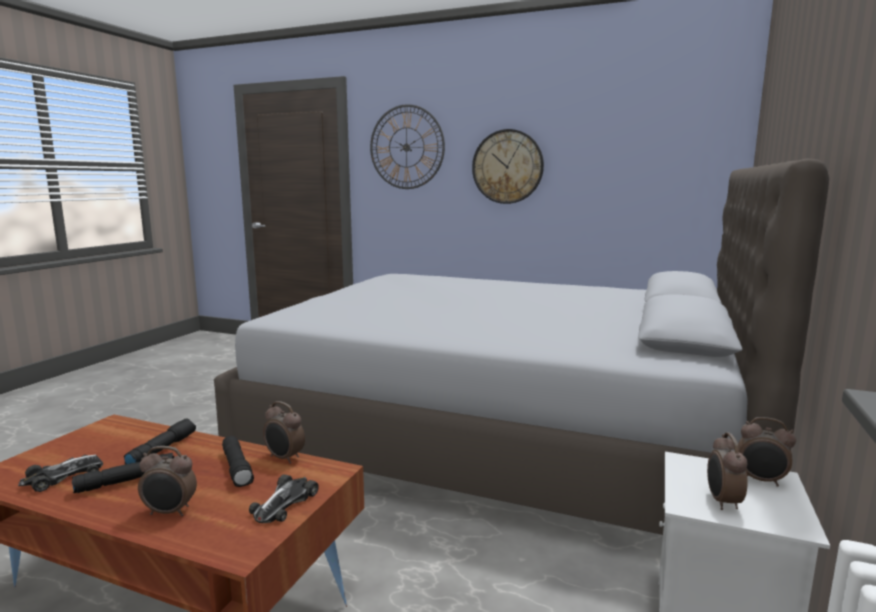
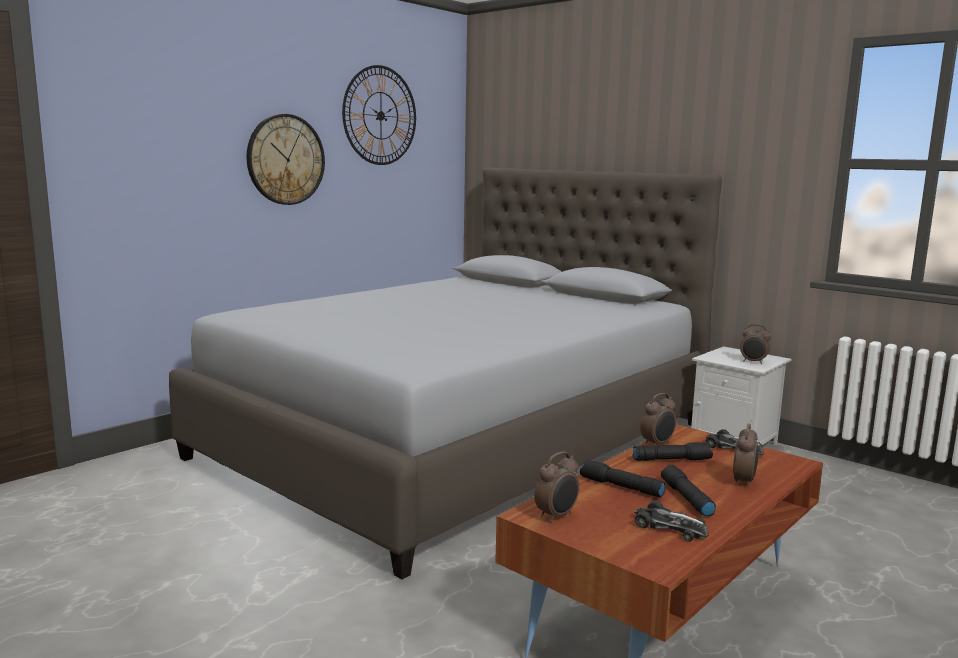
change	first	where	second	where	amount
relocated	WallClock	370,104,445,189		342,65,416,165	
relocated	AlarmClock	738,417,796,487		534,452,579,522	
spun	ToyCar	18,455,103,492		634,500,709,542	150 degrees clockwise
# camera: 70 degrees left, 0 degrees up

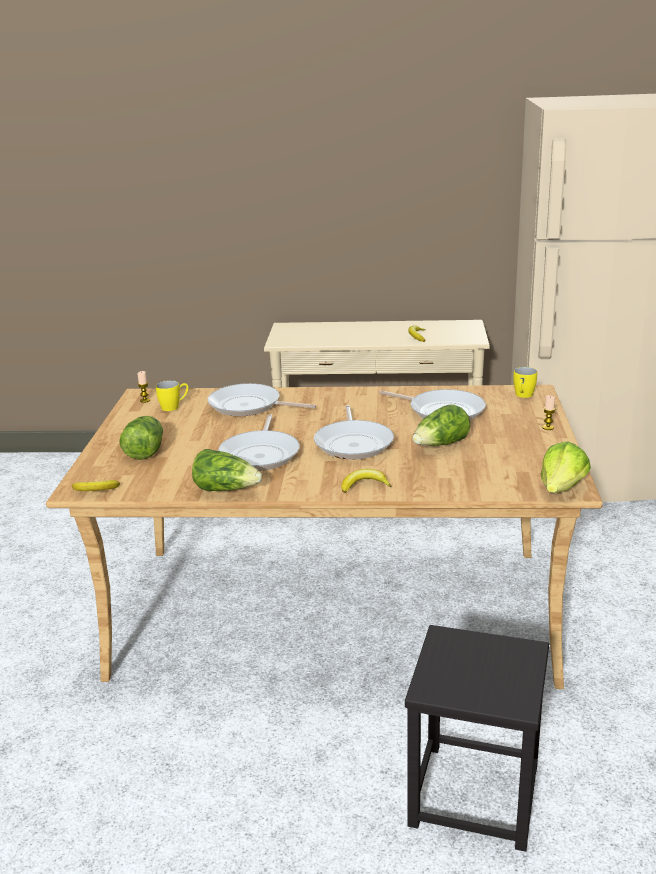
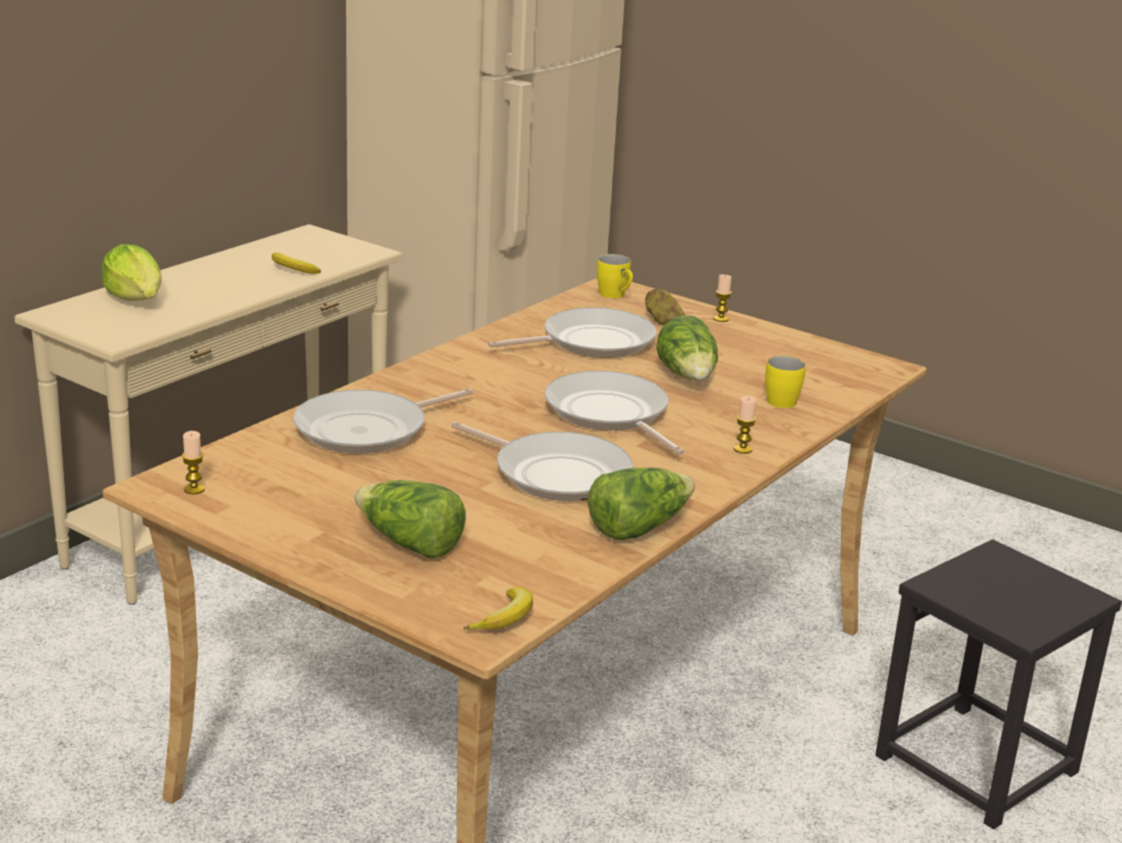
change	first	where	second	where	amount
relocated	YellowMug	156,380,188,411		765,355,806,408	
spun	FryingPan	314,405,394,459		545,371,685,455	150 degrees counterclockwise
relocated	Lettuce	541,441,591,493		102,244,162,301	
exchanged	Banana	341,469,391,493	Candle	734,395,756,454	
appeared			Potato	645,288,685,325	
# camera: 60 degrees left, 0 degrees up

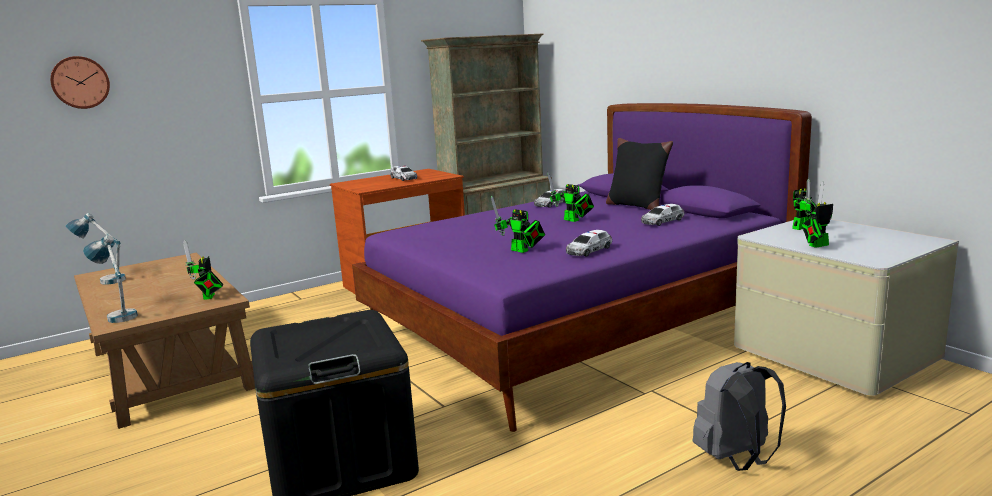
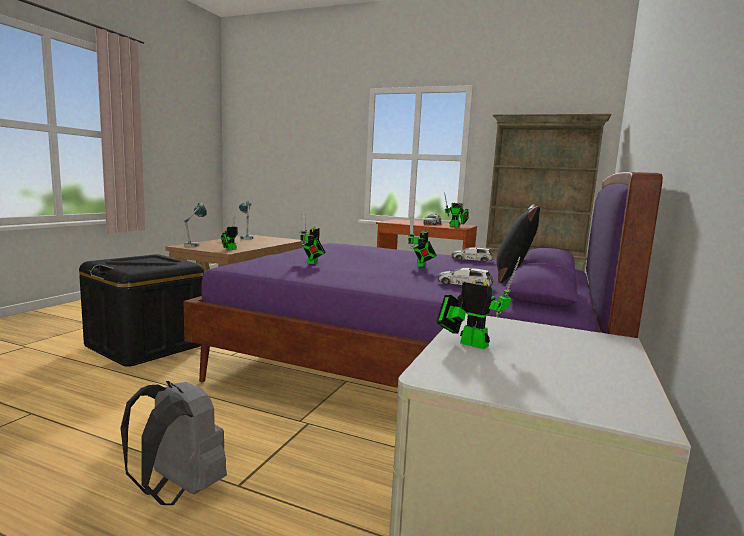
change	first	where	second	where	amount
missing	WallClock	50,56,110,109			
relocated	ToyRobot	792,178,816,230		444,193,469,227	
missing	ToyCar	566,230,612,256			
# camera: 55 degrees right, 5 degrees down

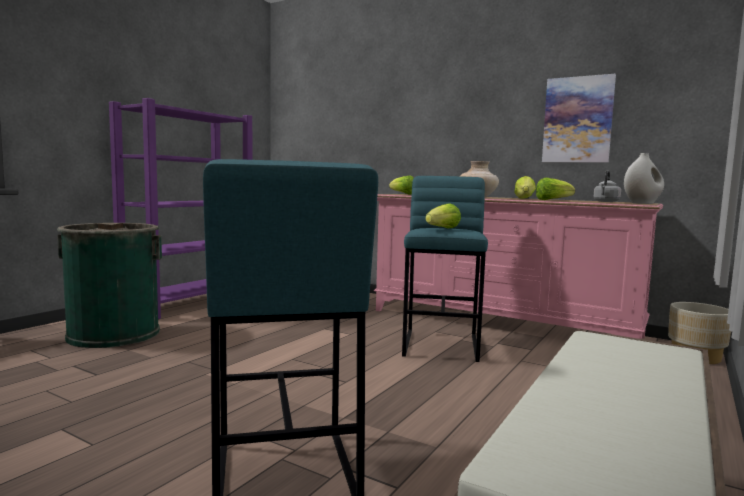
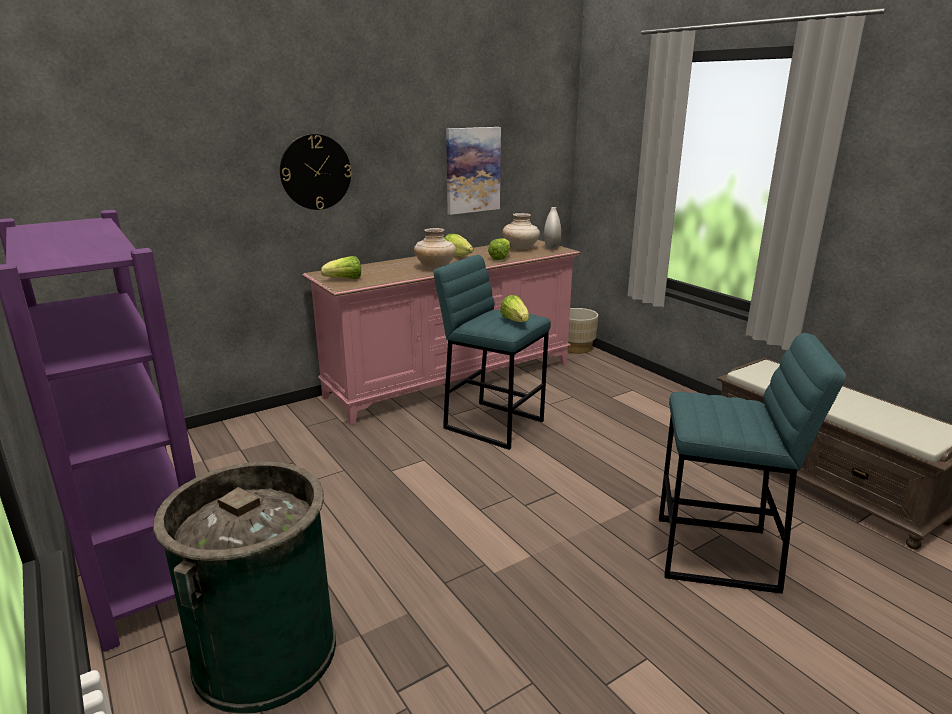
change	first	where	second	where	amount
exchanged	GreyKettle	594,171,621,202	BeigeVase	502,213,540,250	
appeared			WallClock	280,134,352,210	
# camera: 65 degrees left, 15 degrees up

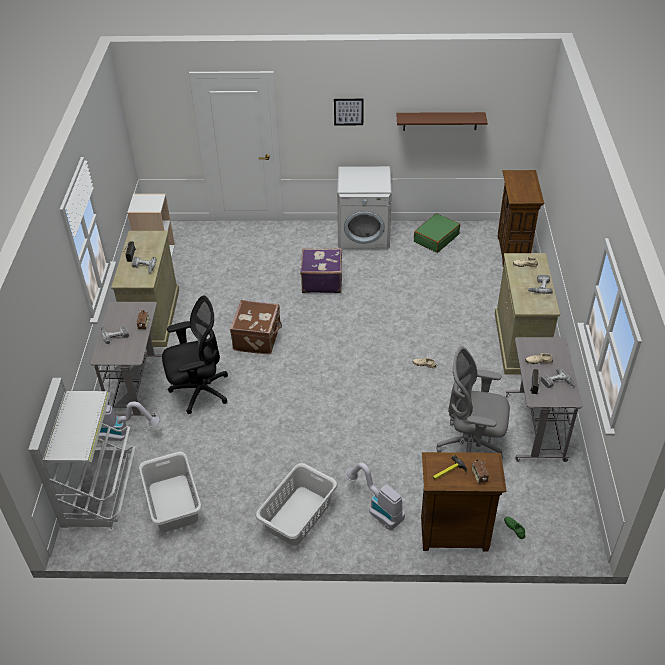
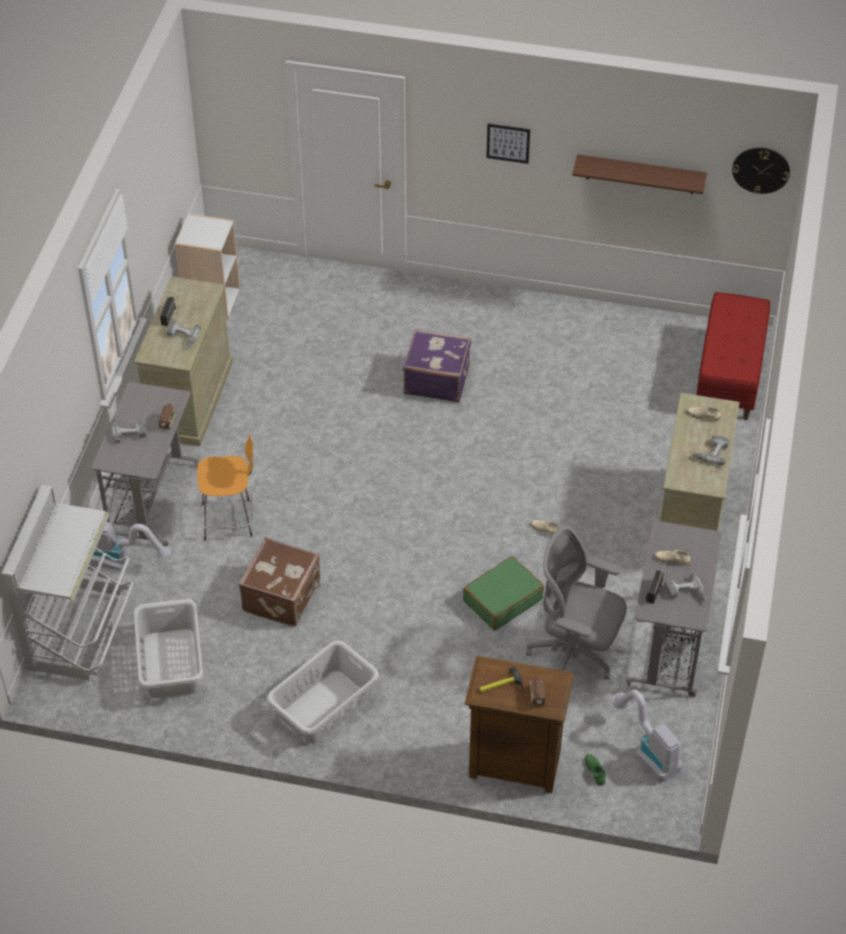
change	first	where	second	where	amount
missing	WhiteWashingMachine	337,166,392,249			
exchanged	BrownCabinet	498,170,544,267	RedBench	696,292,770,420	
relocated	GreenSuitcase	414,213,460,253		463,556,544,631	
exchanged	BlackOfficeChair	162,296,228,414	OrangeStool	197,433,253,541	
relocated	BrownSuitcase	230,300,282,354		239,537,321,626	
relocated	VacuumCleaner	345,462,405,530		613,689,682,782	
appeared			WallClock	732,148,790,194	
# camera: 10 degrees right, 5 degrees up

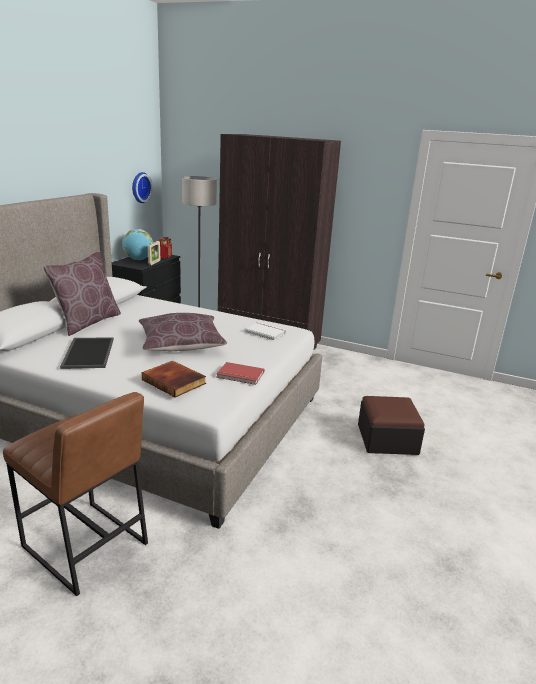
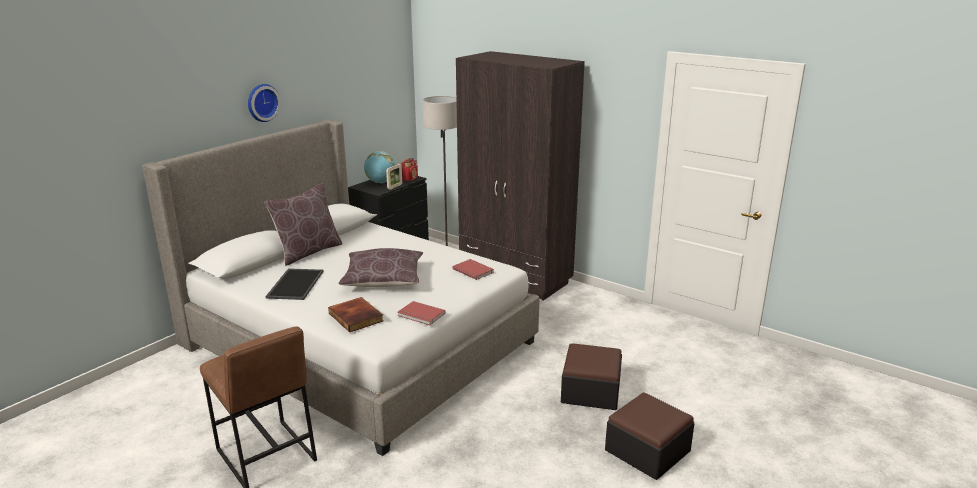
change	first	where	second	where	amount
relocated	WallClock	132,172,153,203		248,84,281,122	
colour	WhiteBook	245,322,286,340	RedBook	453,259,494,280	
appeared			Ottoman	605,392,694,480	
# camera: 15 degrees right, 0 degrees up

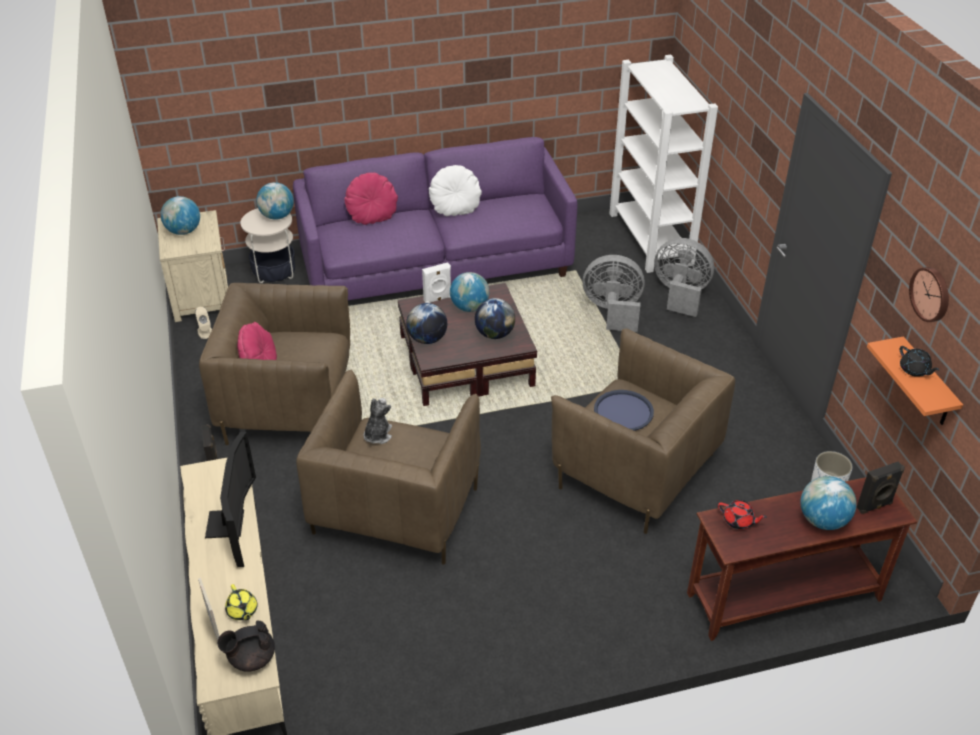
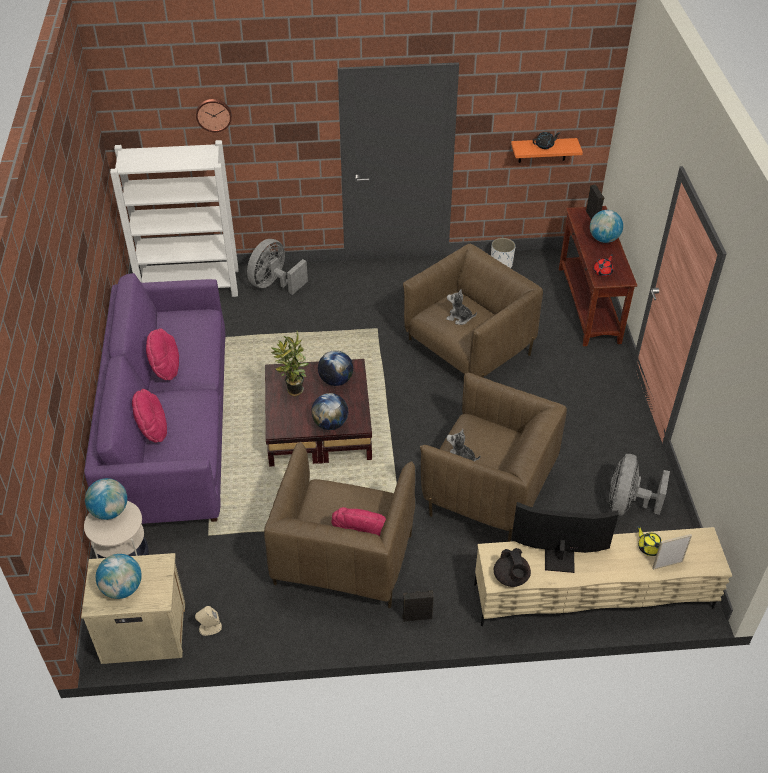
change	first	where	second	where	amount
colour	WhitePillow	429,165,482,216	PinkPillow	146,328,179,380	
relocated	GreyFan	583,255,645,332		609,454,670,516	
missing	WhiteSpeaker	422,262,451,303			
relocated	WallClock	909,267,949,322		196,99,232,132	
exchanged	Globe	450,272,489,312	PottedPlant	271,331,309,396	
exchanged	BlueTray	594,390,654,431	PlushToy	446,289,477,325	
spun	YellowTeapot	225,584,257,620		637,526,662,556	105 degrees counterclockwise
relocated	BlackTeapot	217,621,275,672		494,548,531,587	
# camera: 80 degrees left, 5 degrees up

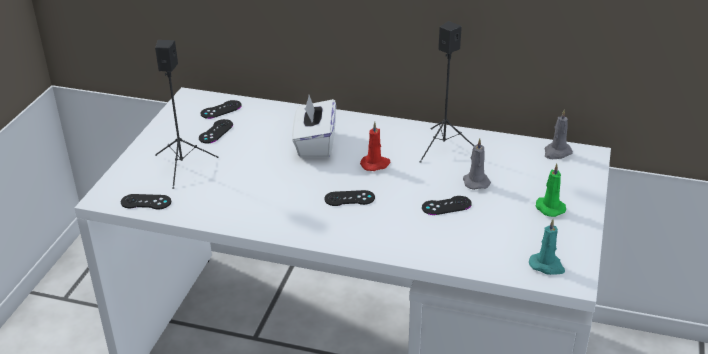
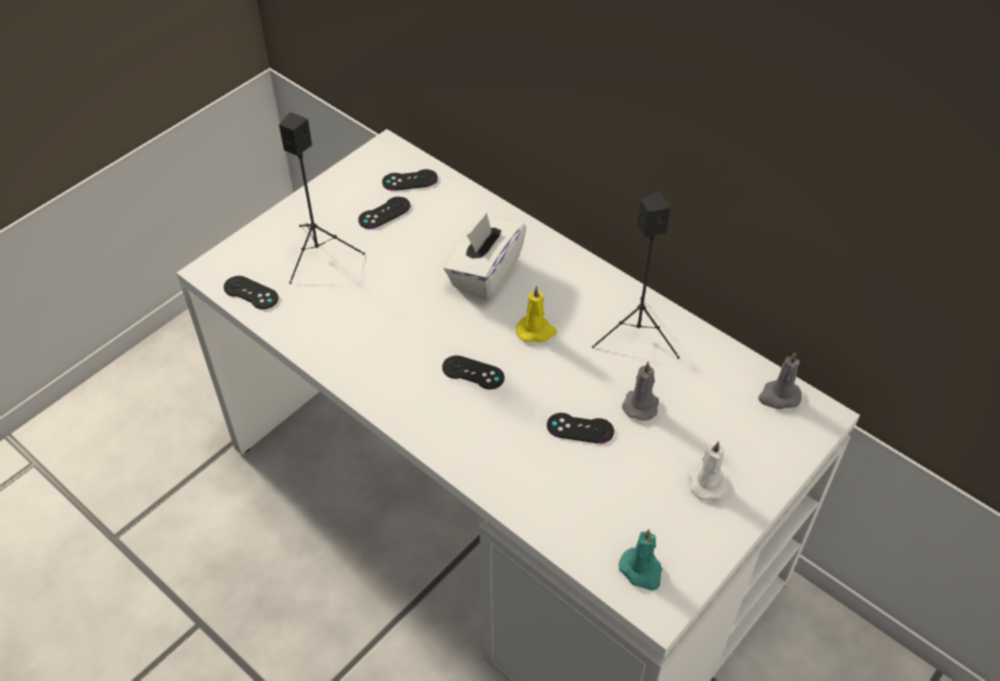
change	first	where	second	where	amount
colour	RedCandle	360,122,391,171	YellowCandle	516,286,557,342	
colour	GreenCandle	536,164,566,217	WhiteCandle	689,441,728,500	
# camera: 25 degrees right, 15 degrees up

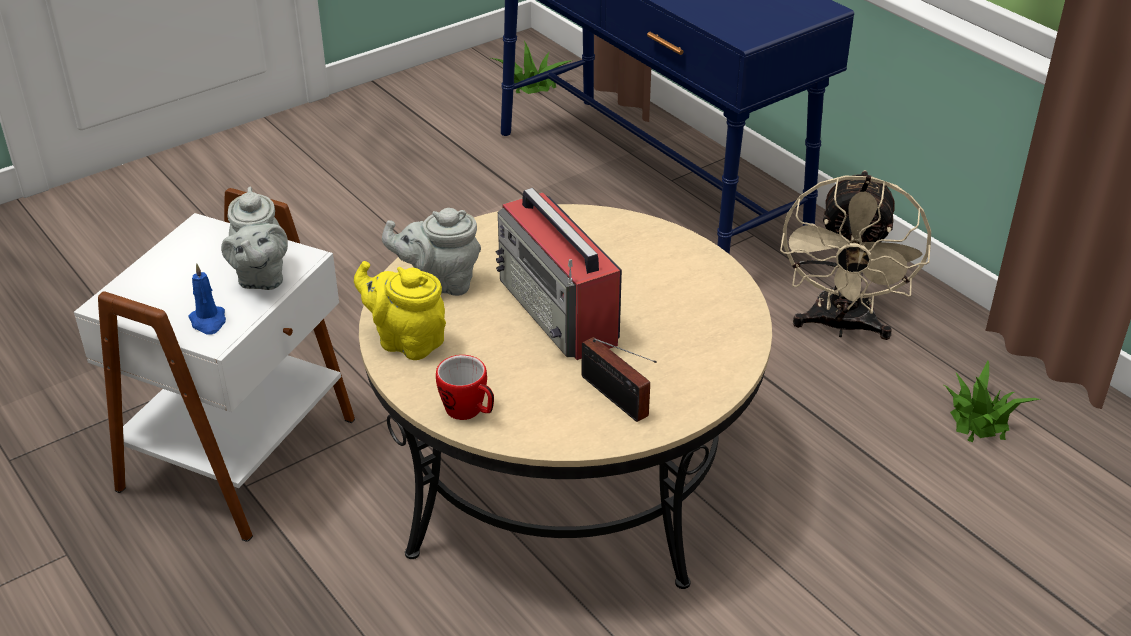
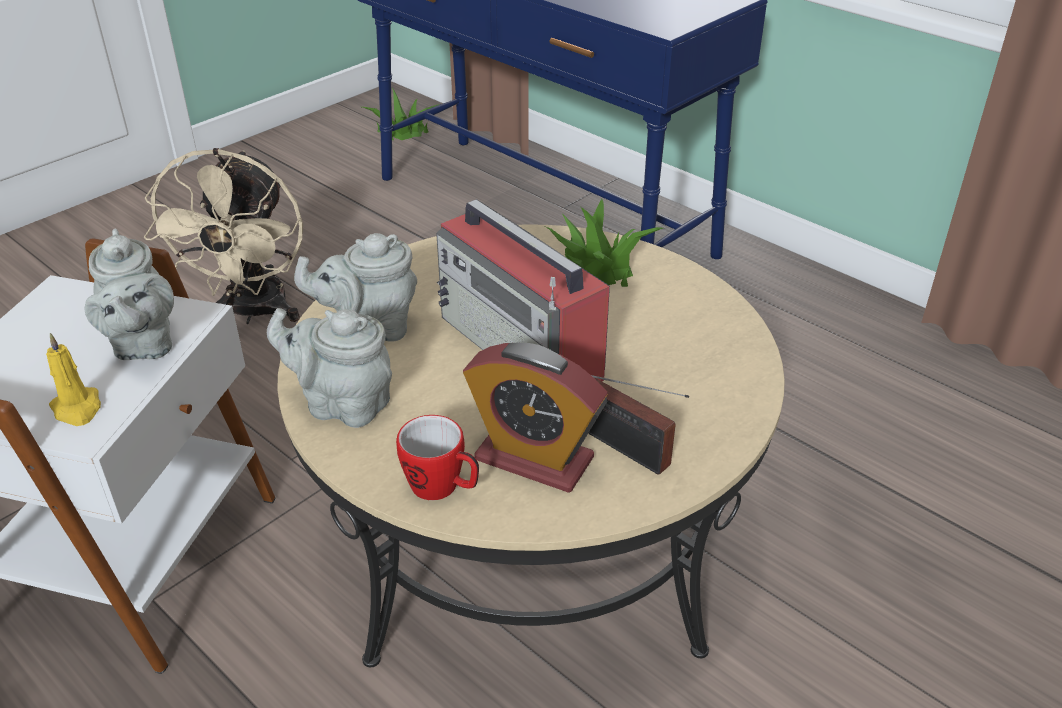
change	first	where	second	where	amount
relocated	BeigeFan	780,170,931,340		144,148,303,324	
colour	YellowTeapot	354,261,446,360	GreyTeapot	267,308,392,428	
colour	BlueCandle	188,263,226,335	YellowCandle	46,333,101,426	
relocated	PottedPlant	944,360,1042,442		545,198,663,287	
appeared			AlarmClock	463,342,608,493	
# camera: 10 degrees left, 0 degrees up

